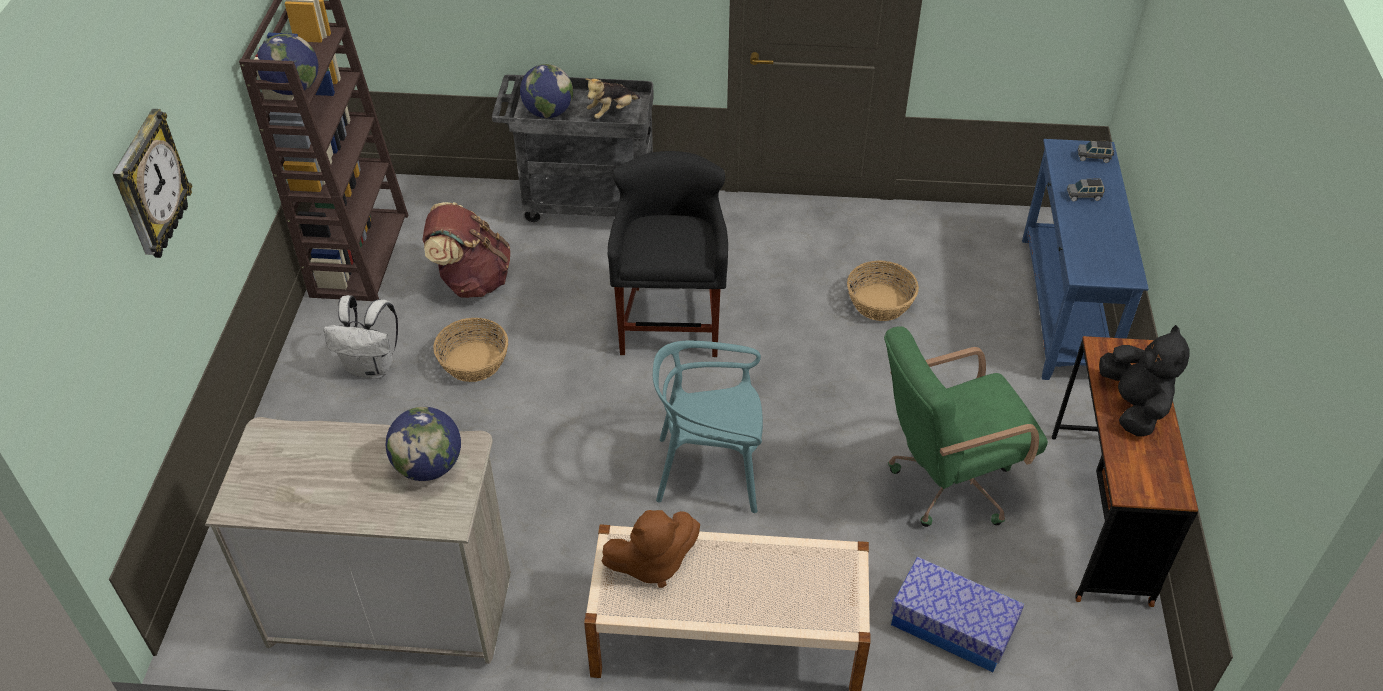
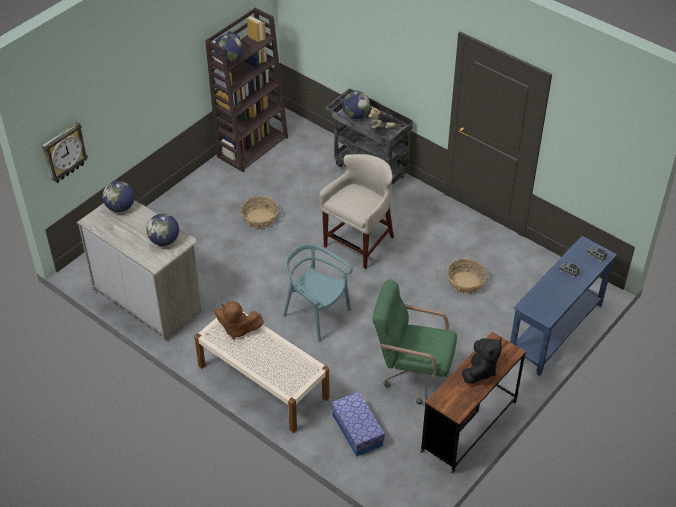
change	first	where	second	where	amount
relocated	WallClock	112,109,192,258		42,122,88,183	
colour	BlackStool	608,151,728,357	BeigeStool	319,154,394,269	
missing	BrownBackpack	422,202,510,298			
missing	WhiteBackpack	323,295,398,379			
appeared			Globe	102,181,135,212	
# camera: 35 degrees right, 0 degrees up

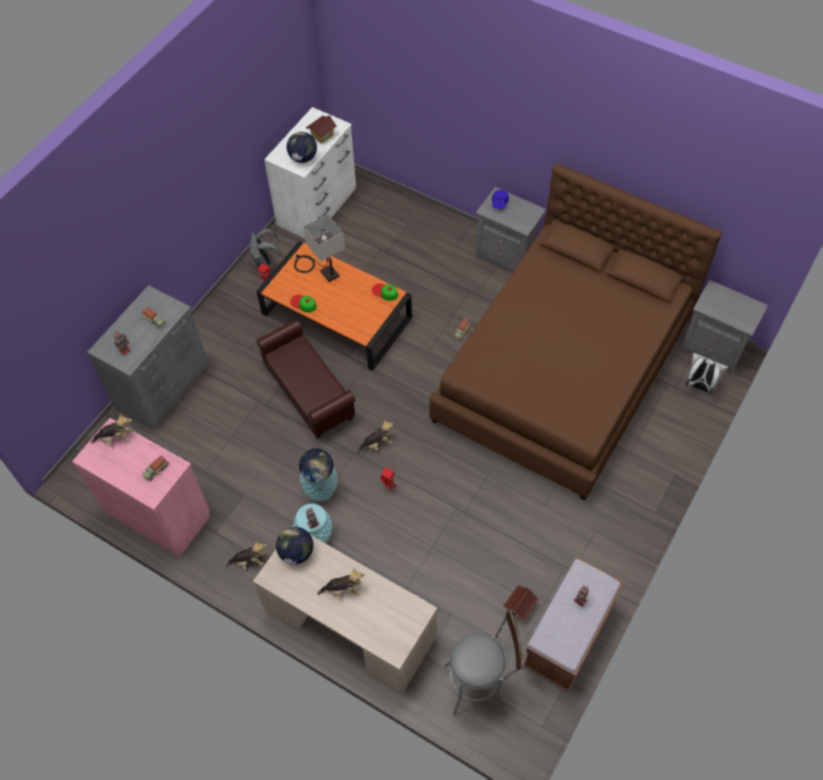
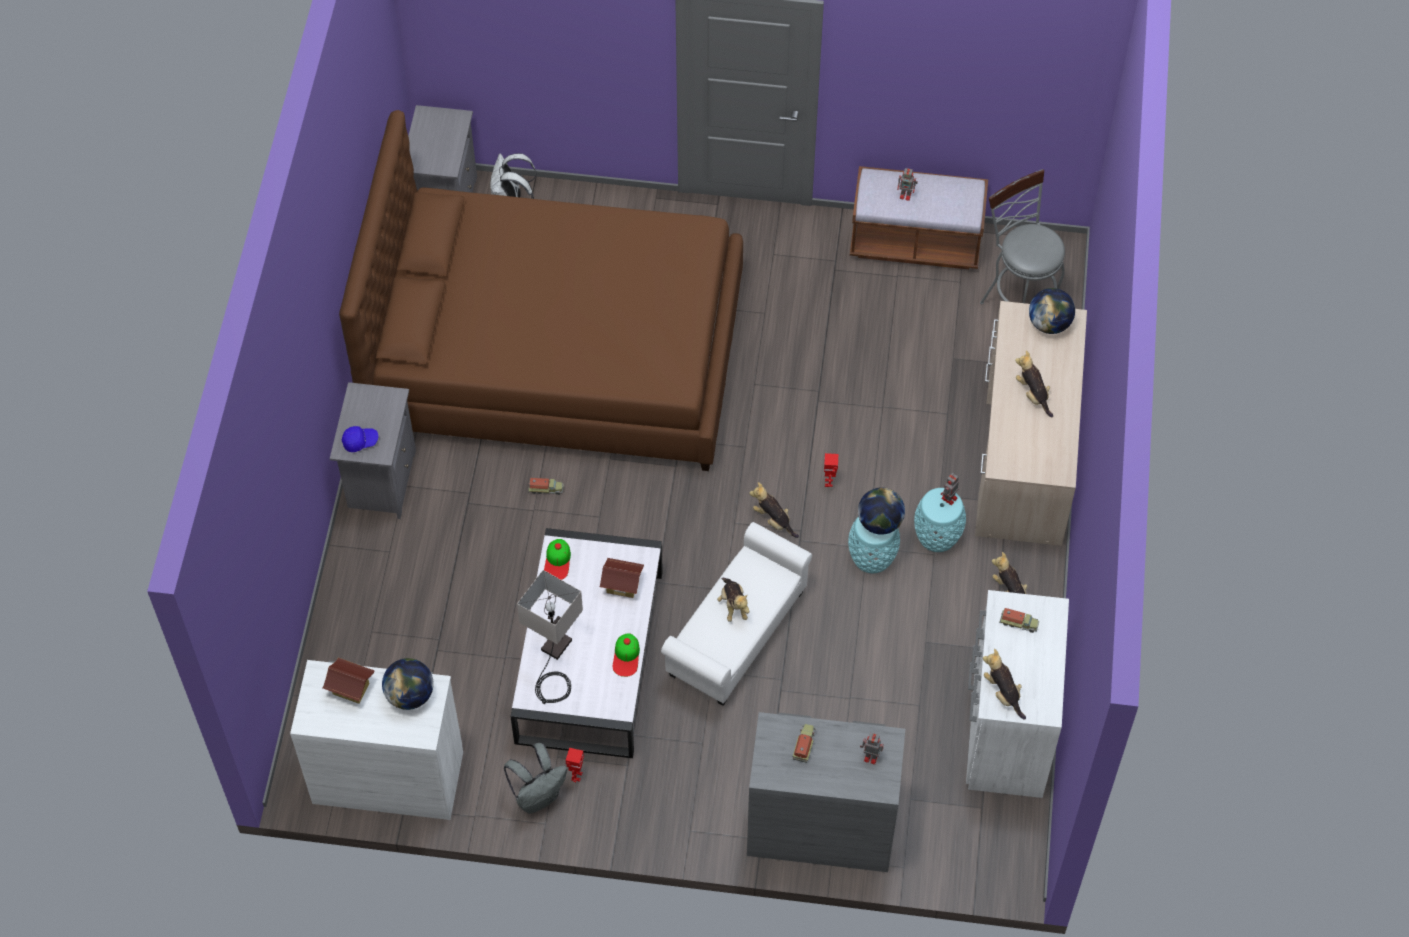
change	first	where	second	where	amount
colour	OrangeCoffeeTable	257,241,412,371	WhiteCoffeeTable	510,528,663,758	
colour	BrownOttoman	256,319,356,439	WhiteOttoman	661,522,812,706	
colour	PinkDresser	72,418,210,557	WhiteDresser	966,590,1069,798	
relocated	Globe	276,527,313,564		1029,288,1075,334	
relocated	ToyHouse	503,585,539,620		600,558,644,598	
appeared			PlushToy	717,578,749,622	
# camera: 115 degrees left, 0 degrees up

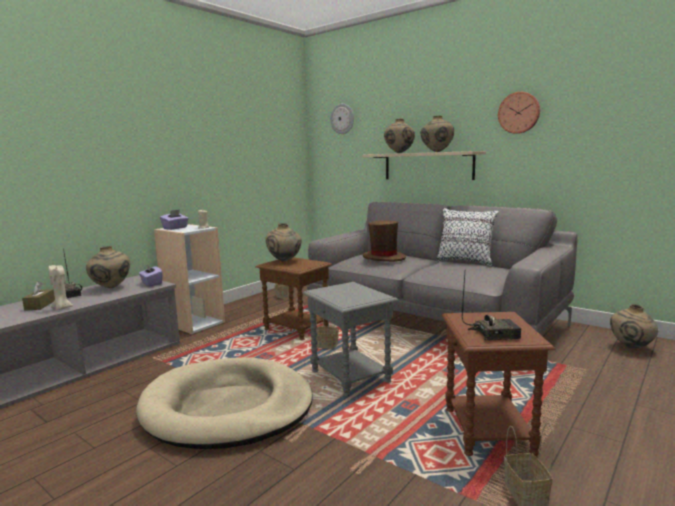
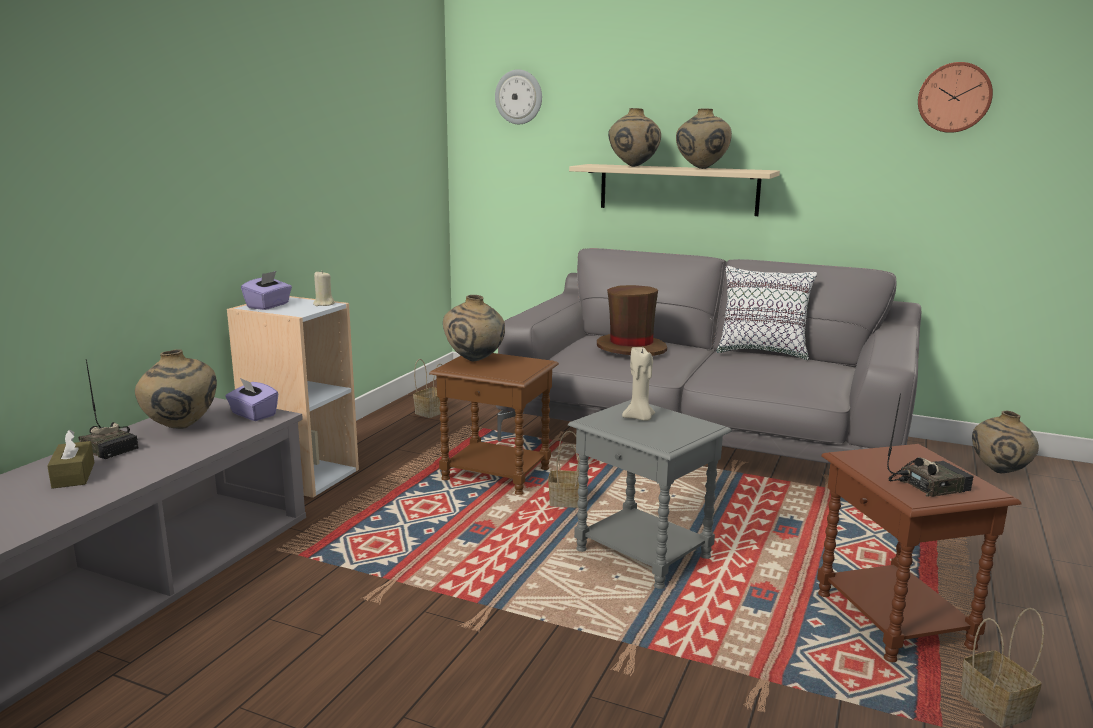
change	first	where	second	where	amount
relocated	WallClock	498,92,540,134		918,62,993,133	
relocated	BeigeCandle	49,265,74,310		622,347,655,421	
missing	BeigeDogBed	136,357,313,449			
# camera: 15 degrees left, 5 degrees up

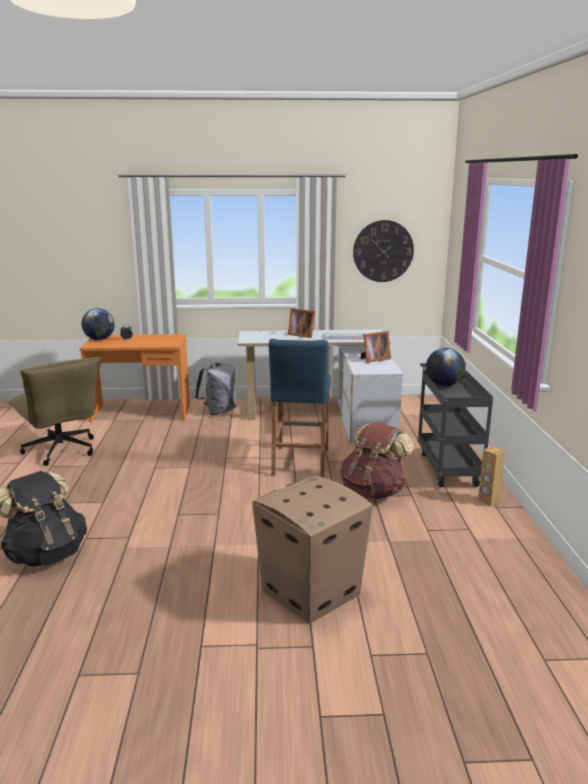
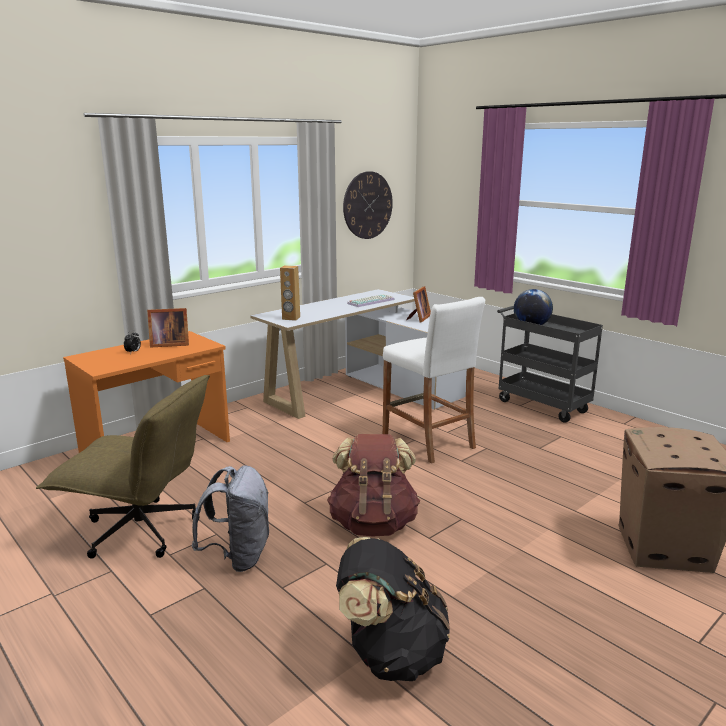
change	first	where	second	where	amount
missing	Globe	81,308,115,340			
relocated	PictureFrame	288,308,315,338		147,308,189,348	
colour	BlueStool	269,339,331,478	WhiteStool	383,297,485,464	
relocated	GreyBackpack	195,362,236,415		192,465,269,572	
relocated	BrownBackpack	340,422,414,499		327,434,420,537	
relocated	BrownSpeaker	478,446,505,507		280,265,300,321	
# camera: 40 degrees left, 0 degrees up

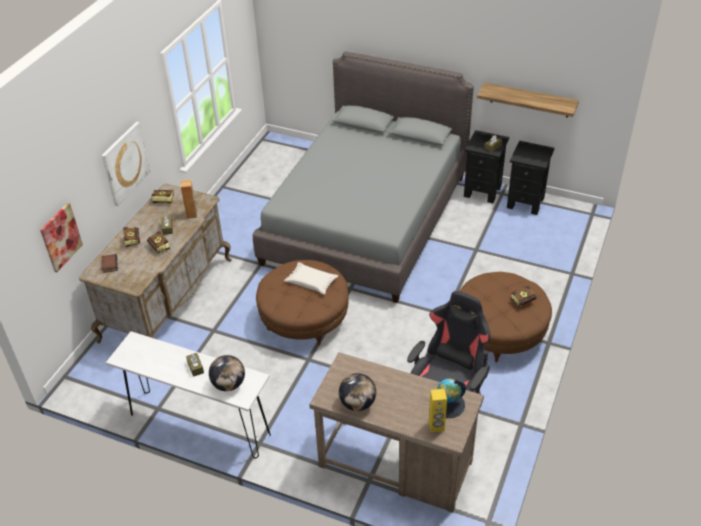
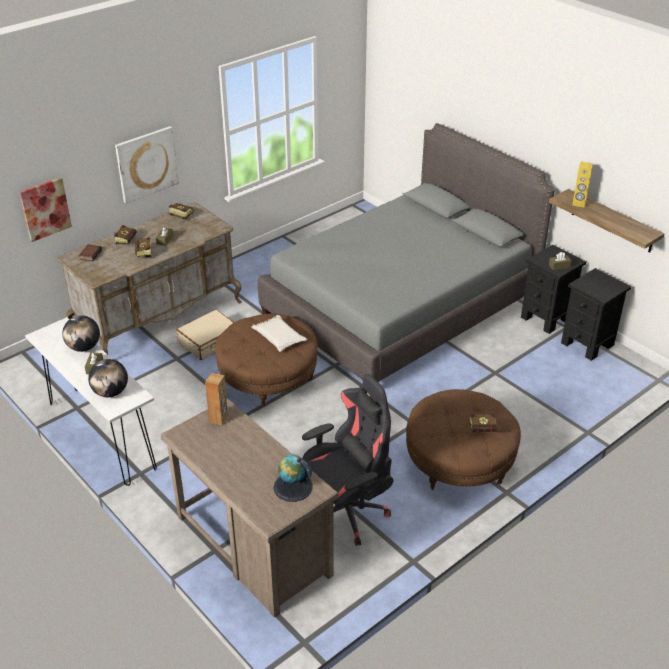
change	first	where	second	where	amount
relocated	BrownSpeaker	181,180,197,219		205,373,228,426	
relocated	Globe	339,373,376,411		62,315,100,352	
relocated	YellowSpeaker	429,389,447,432		572,161,593,207	
appeared			BeigeSuitcase	176,310,234,360	
# camera: 25 degrees right, 5 degrees down

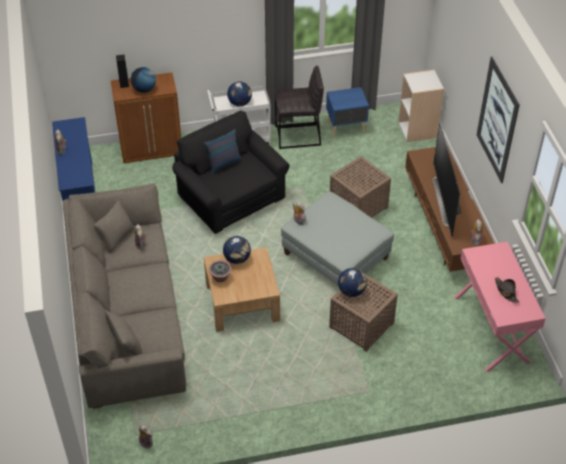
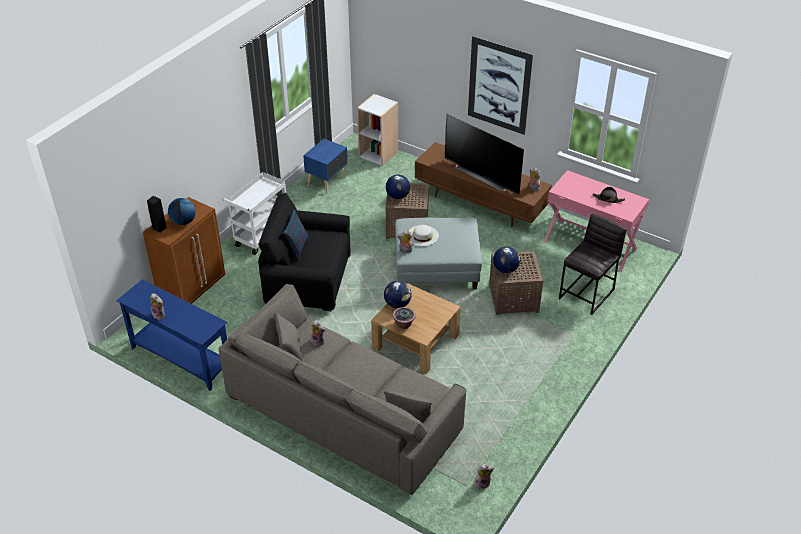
change	first	where	second	where	amount
relocated	GreyStool	275,66,324,149		559,214,627,315	
relocated	Globe	227,82,252,106		386,174,410,199	
appeared			WhiteHat	408,225,439,246	
# camera: 45 degrees left, 5 degrees down

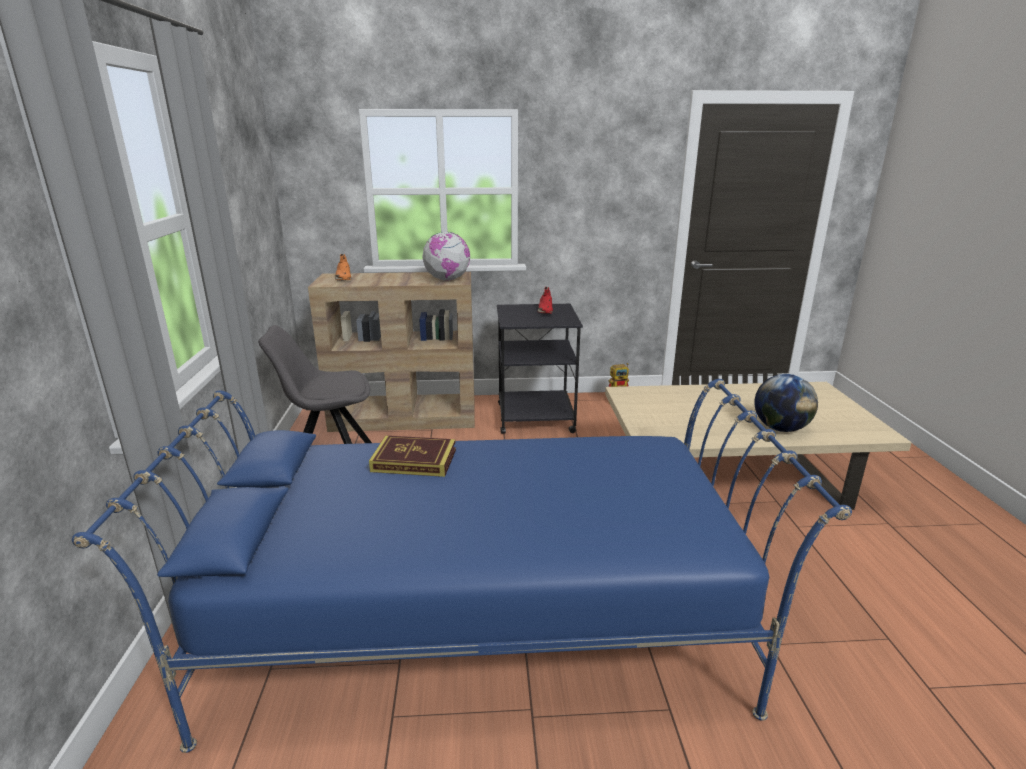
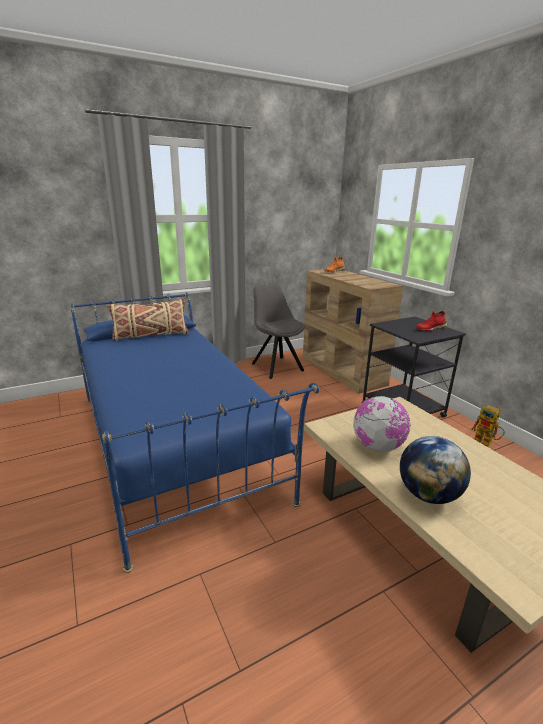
change	first	where	second	where	amount
relocated	Globe	422,232,470,281		353,396,411,452	
missing	Book	369,435,456,477			
appeared			BeigePillow	107,299,189,341	
# camera: 65 degrees right, 0 degrees up

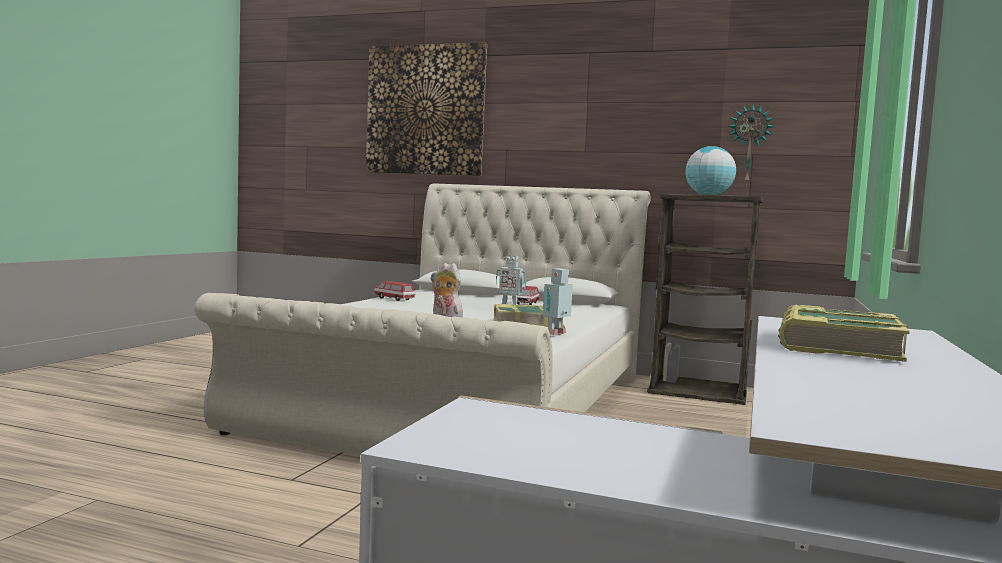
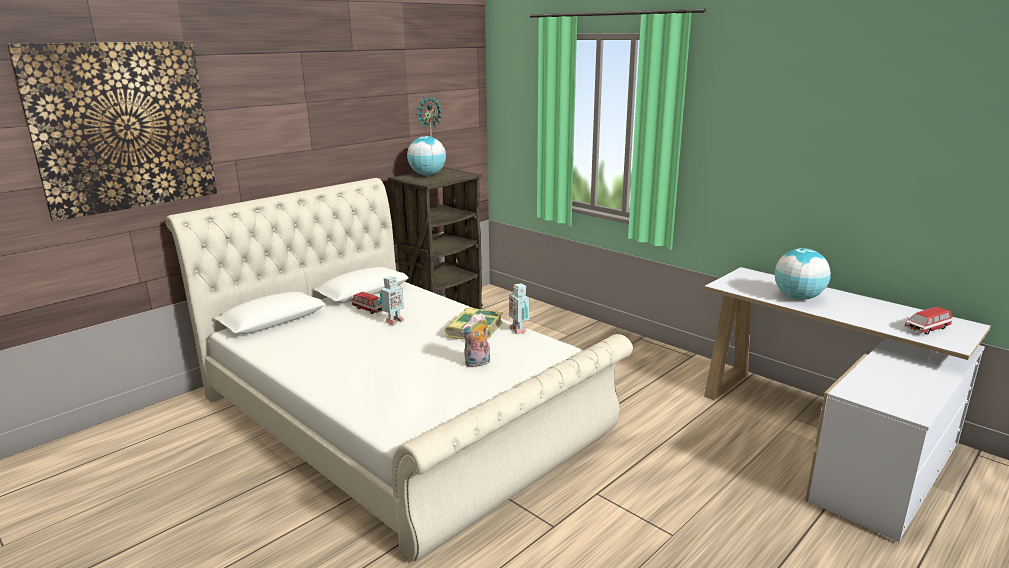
change	first	where	second	where	amount
relocated	ToyCar	374,281,415,301		904,307,953,335	
exchanged	Book	778,305,910,362	Globe	775,248,831,300	
# camera: 65 degrees left, 15 degrees up

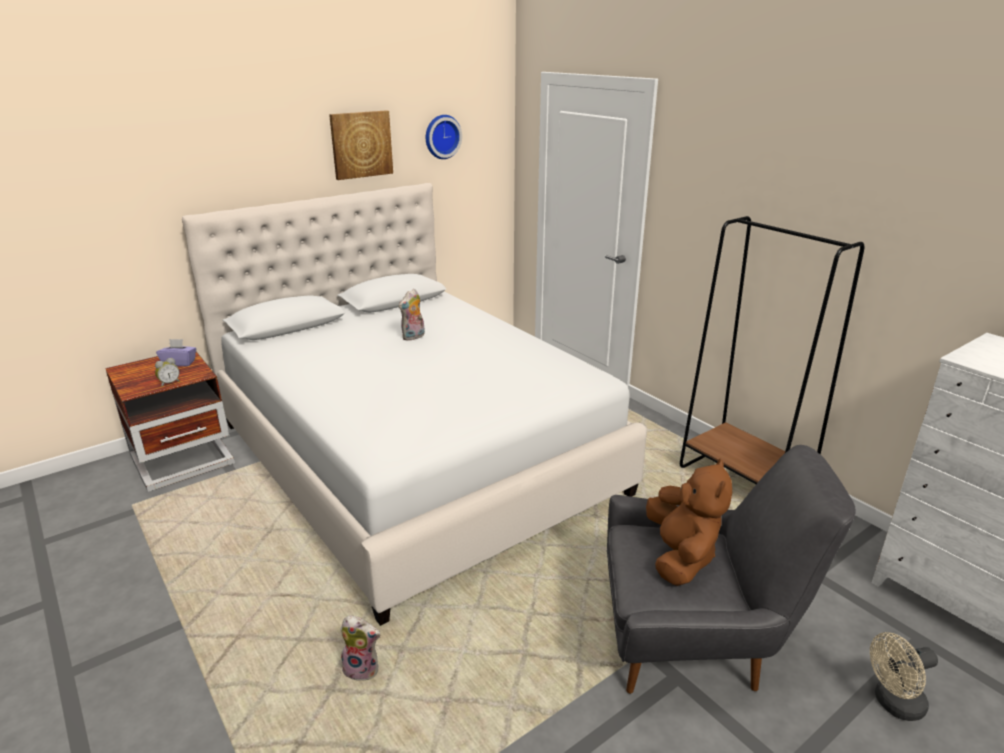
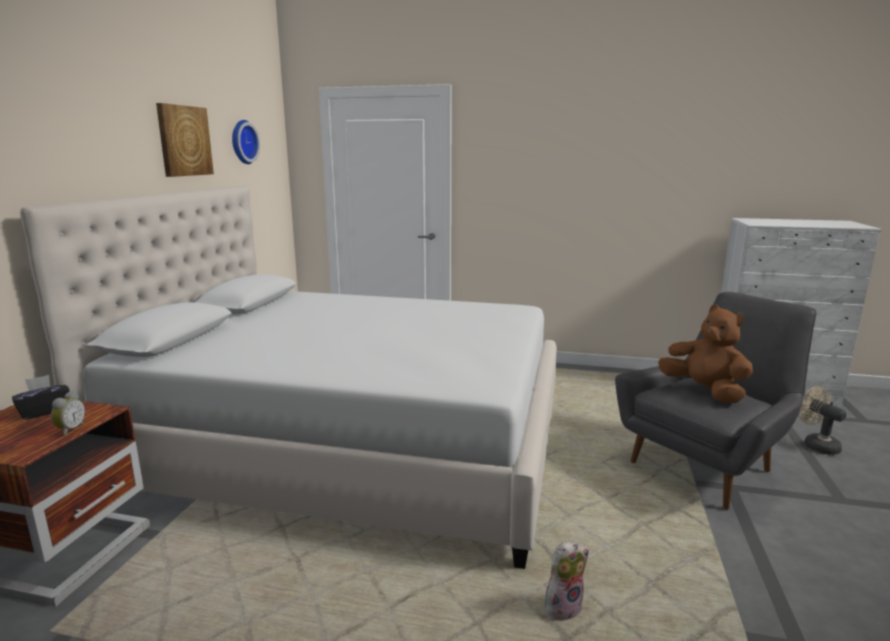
change	first	where	second	where	amount
missing	ClothesRack	680,216,865,484			
missing	PlushToy	399,289,425,341			
colour	PurpleTissueBox	156,339,196,366	BlackTissueBox	12,375,70,420	
spun	BeigeFan	870,632,938,721		799,386,846,455	120 degrees clockwise
# camera: 40 degrees left, 10 degrees down

